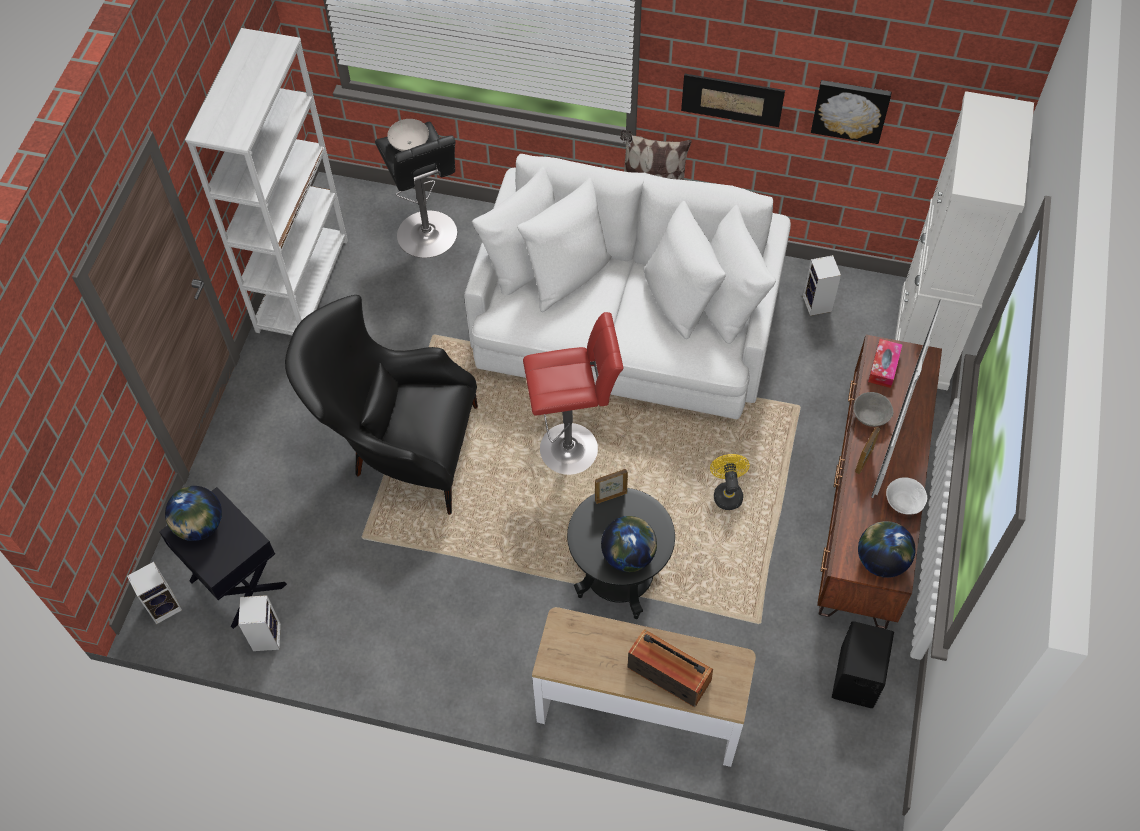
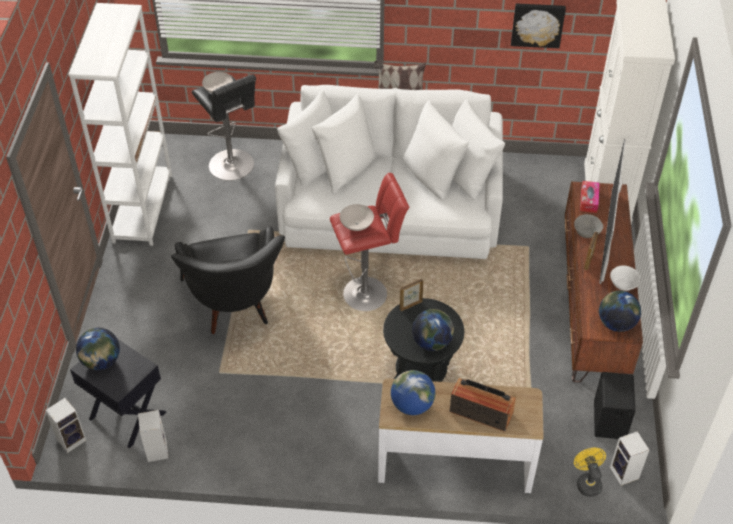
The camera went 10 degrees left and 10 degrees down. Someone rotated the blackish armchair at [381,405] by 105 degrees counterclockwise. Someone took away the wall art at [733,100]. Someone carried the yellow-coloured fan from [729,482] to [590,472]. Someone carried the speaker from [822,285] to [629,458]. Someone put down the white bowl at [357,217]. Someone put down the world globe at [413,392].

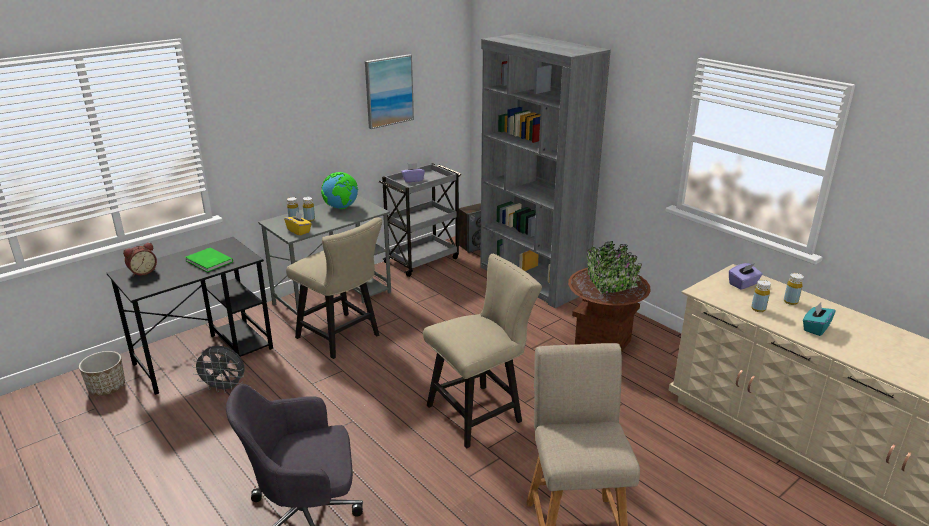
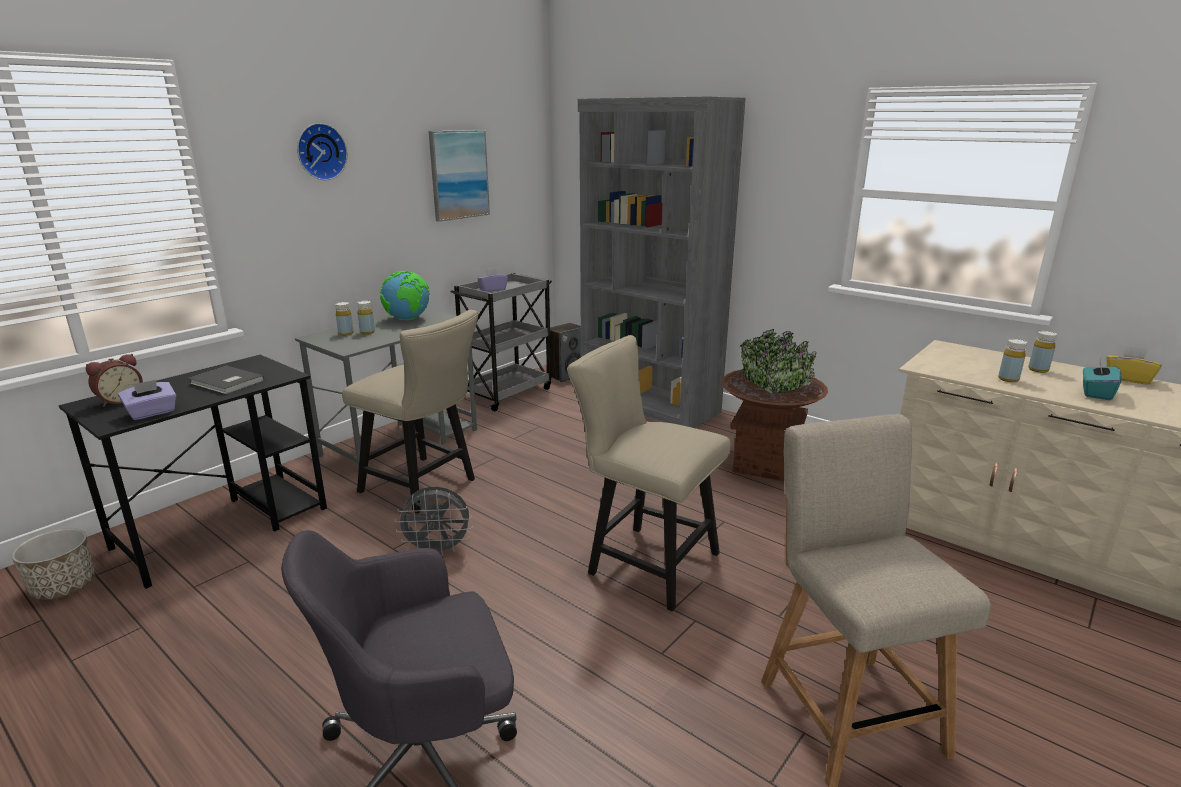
The camera went 10 degrees left and 5 degrees down. Someone repainted the greenish book at [209,260], which became the gray book at [226,380]. Someone carried the gray fan from [218,369] to [434,521]. Someone carried the yellow-coloured tissue box from [298,224] to [1134,365]. Someone rotated the beige-coloured plain chair at [482,351] by 105 degrees counterclockwise. Someone carried the purplish tissue box from [746,276] to [147,400]. Someone put up the clock on the wall at [322,151].

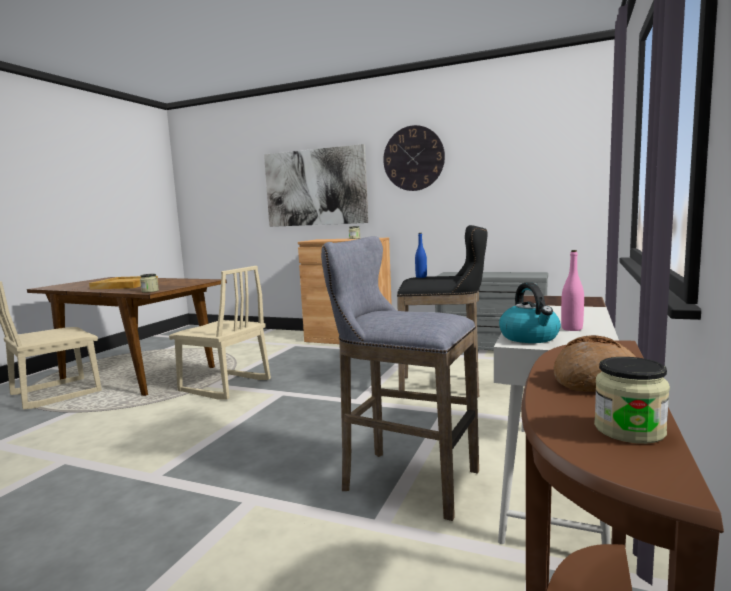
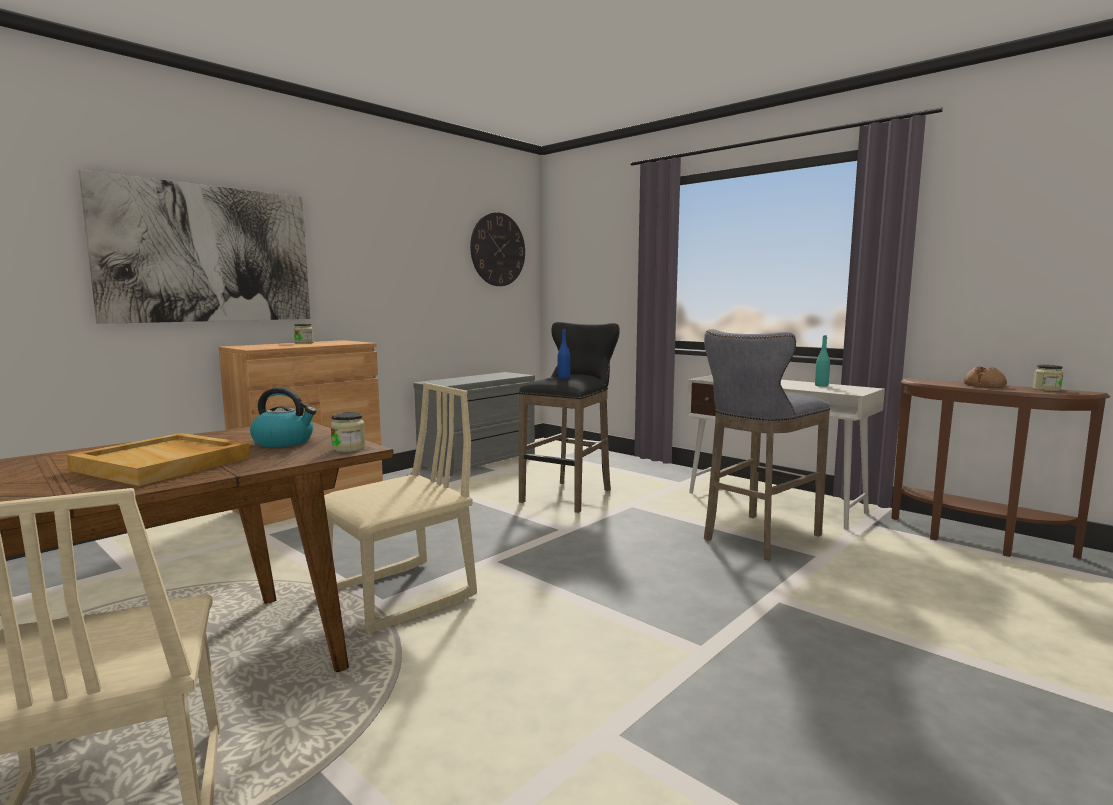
The camera went 70 degrees left and 0 degrees up. Someone carried the clock on the wall from [414,158] to [497,249]. Someone carried the kettle from [530,312] to [283,417]. Someone repainted the pinkish bottle at [572,290], which became the turquoise-coloured bottle at [822,361].

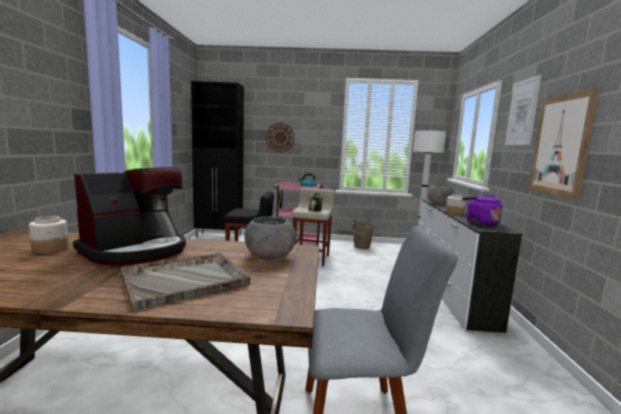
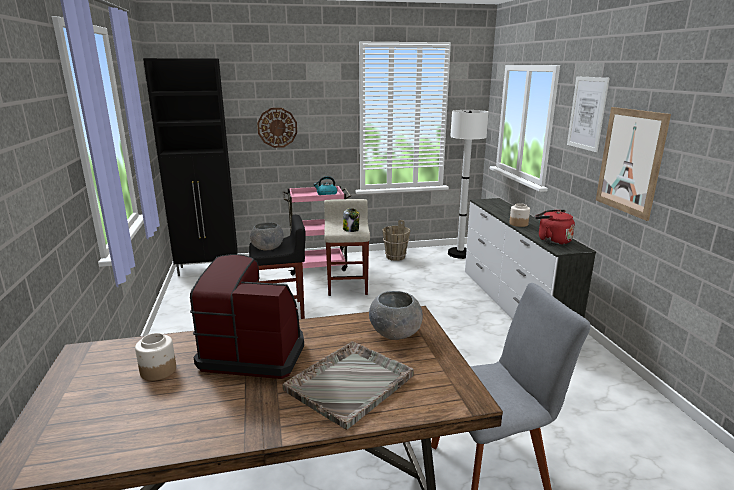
The camera went 15 degrees left and 10 degrees up. Someone rotated the coffee maker at [129,216] by 105 degrees counterclockwise. Someone carried the gray bowl from [440,195] to [267,236]. Someone repainted the purplish kettle at [482,210], which became the reddish kettle at [555,227].

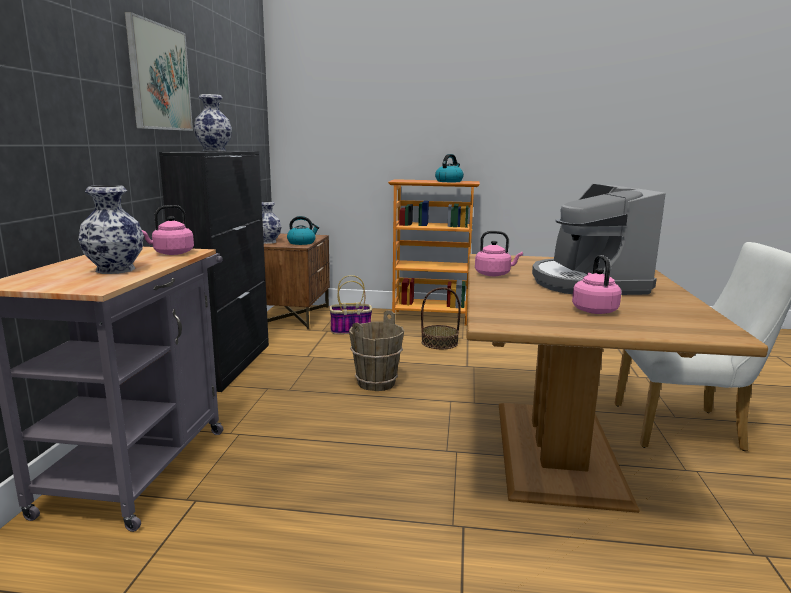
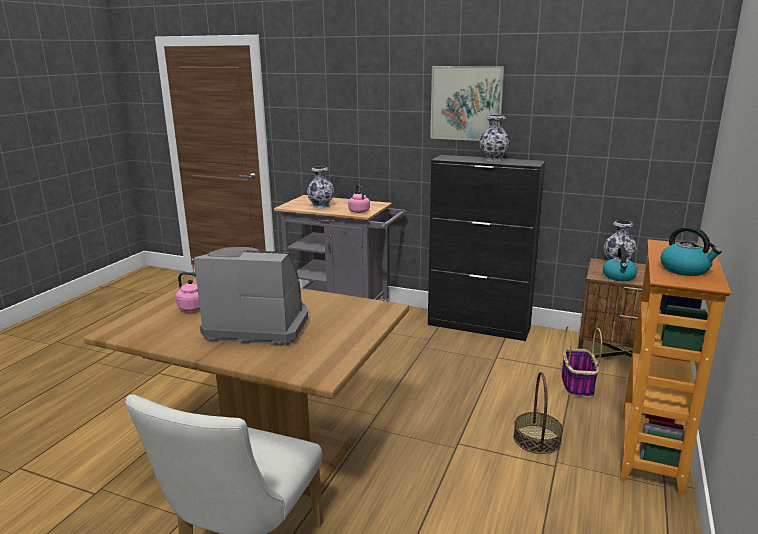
The camera went 105 degrees right and 5 degrees up. Someone took away the brownish bucket at [376,350]. Someone took away the pinkish kettle at [499,253].

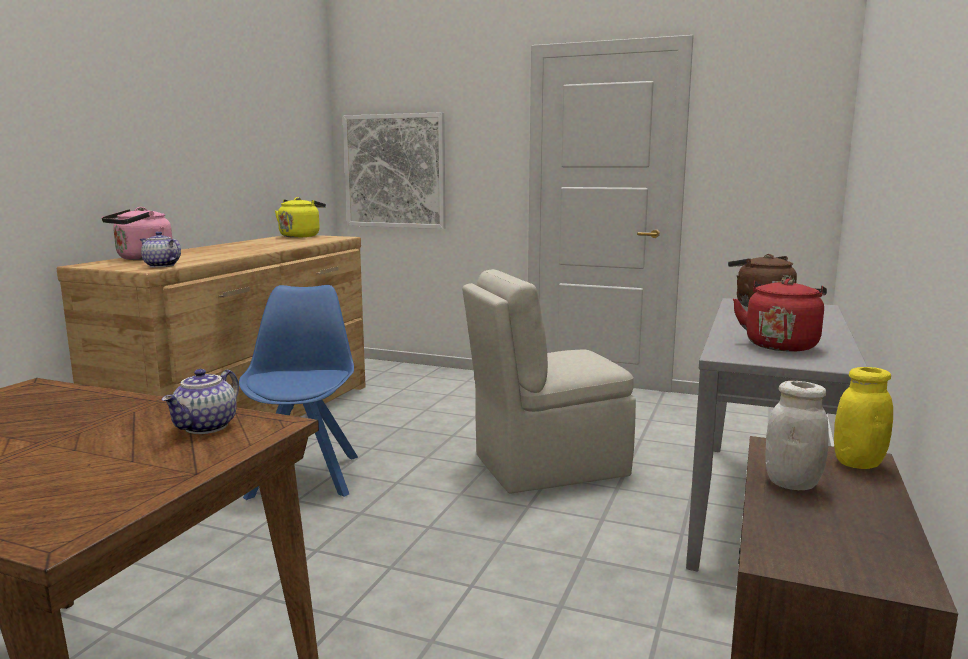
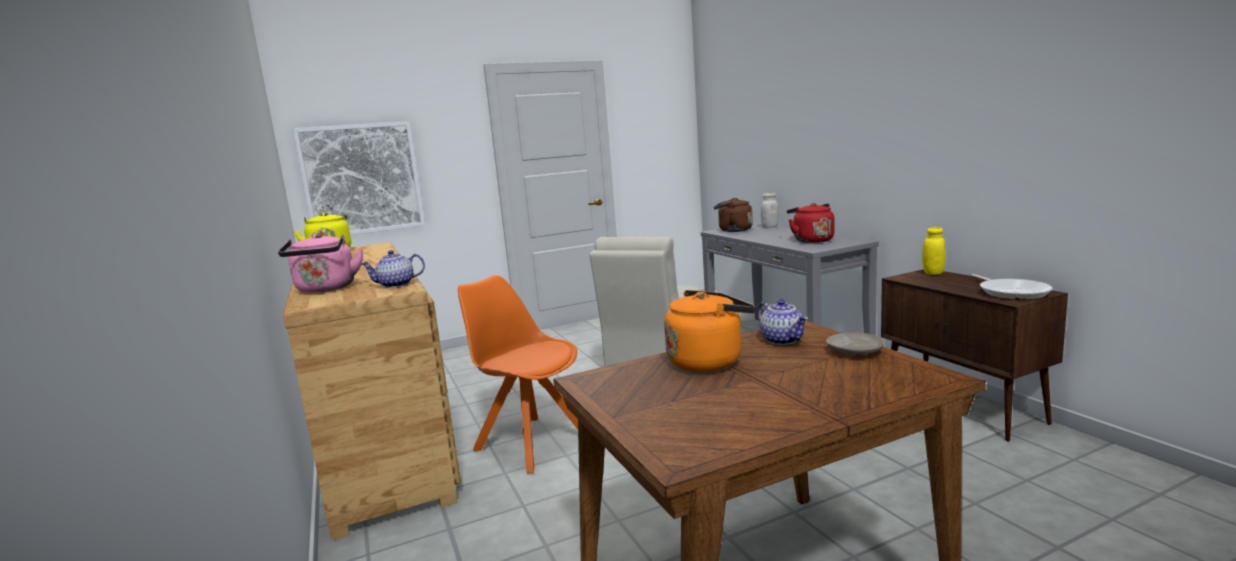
The camera went 45 degrees left and 0 degrees up. Someone repainted the blue-coloured plain chair at [298,392], which became the orange plain chair at [518,374]. Someone carried the white storage jar from [796,435] to [770,210]. Someone put down the orange kettle at [709,331]. Someone put down the beige-coloured dinner plate at [855,344]. Someone put down the pan at [1012,287].

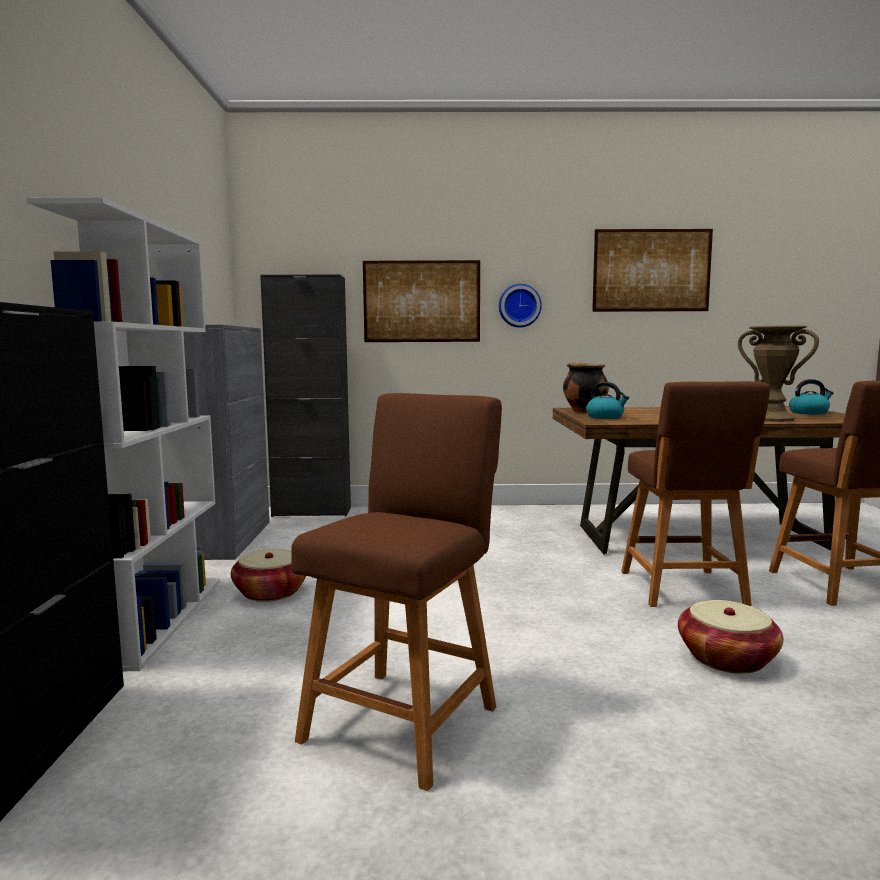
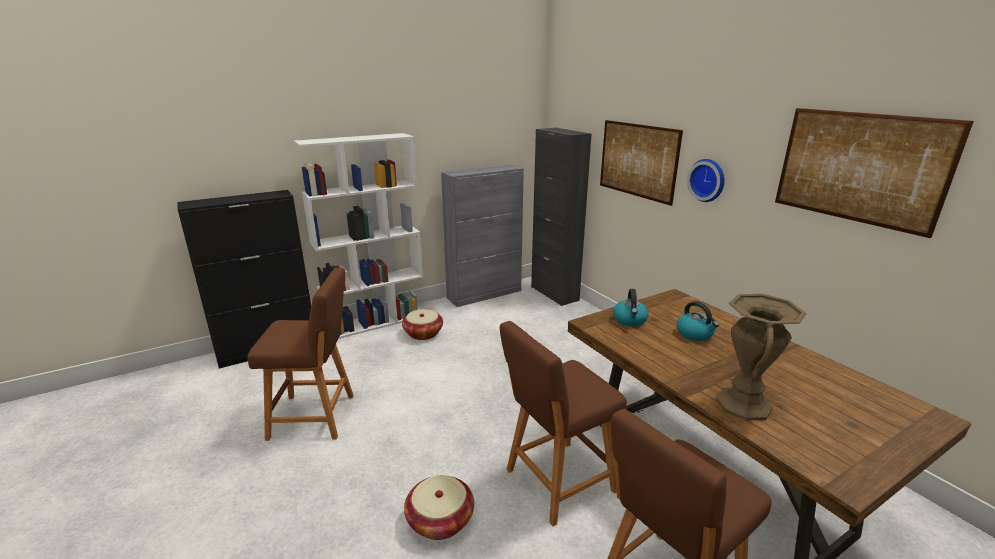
The camera went 60 degrees right and 15 degrees up. Someone took away the stockpot at [586,387]. Someone carried the kettle from [811,397] to [698,321].

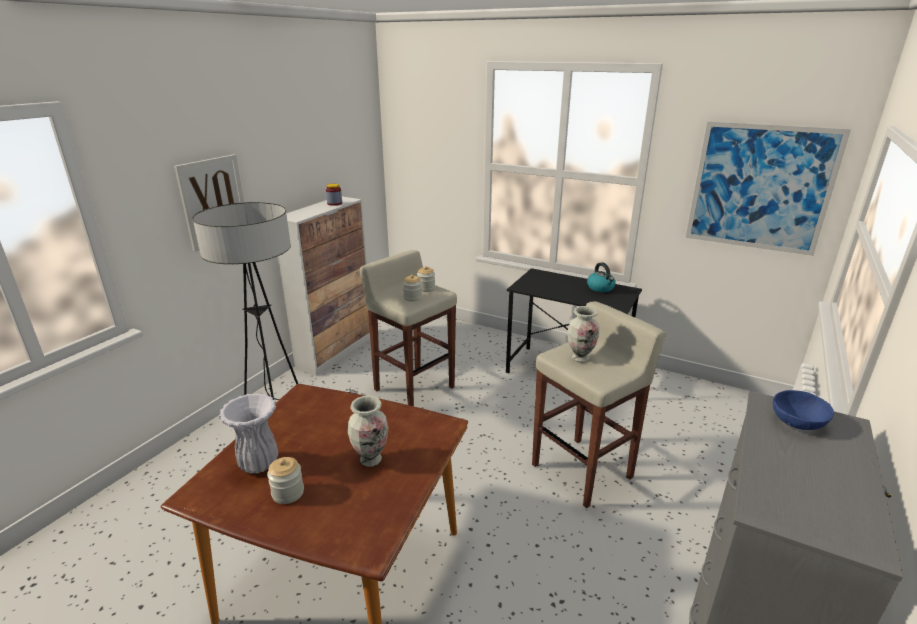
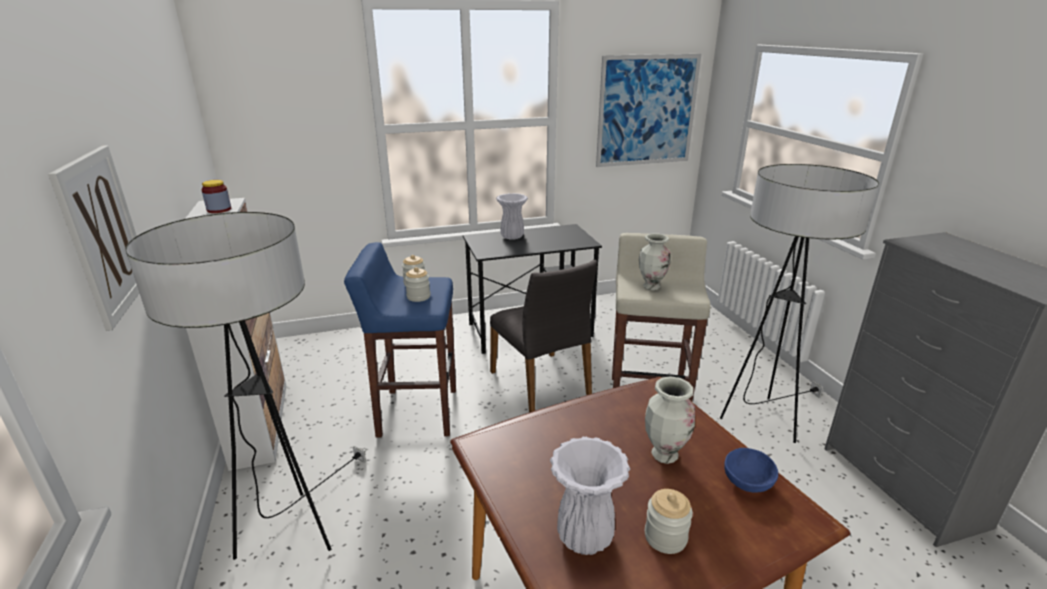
The camera went 45 degrees left and 0 degrees up. Someone repainted the beige-coloured sitting stool at [408,328], which became the blue-coloured sitting stool at [400,339]. Someone took away the kettle at [601,277]. Someone carried the blue-coloured bowl from [803,410] to [751,470]. Someone put down the gray plain chair at [543,336]. Someone put down the white flower vase at [512,216]. Someone put down the standing lamp at [799,303].

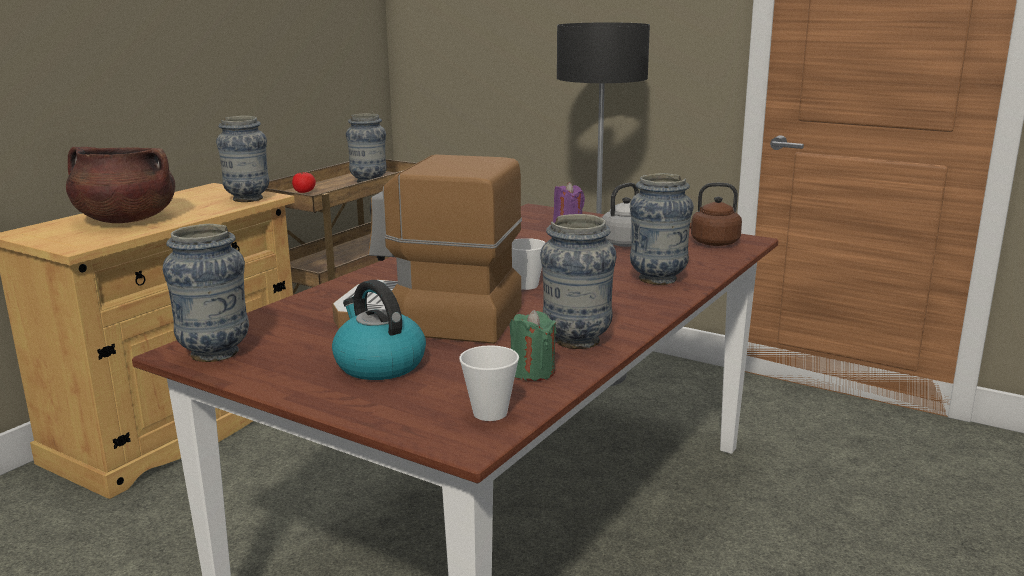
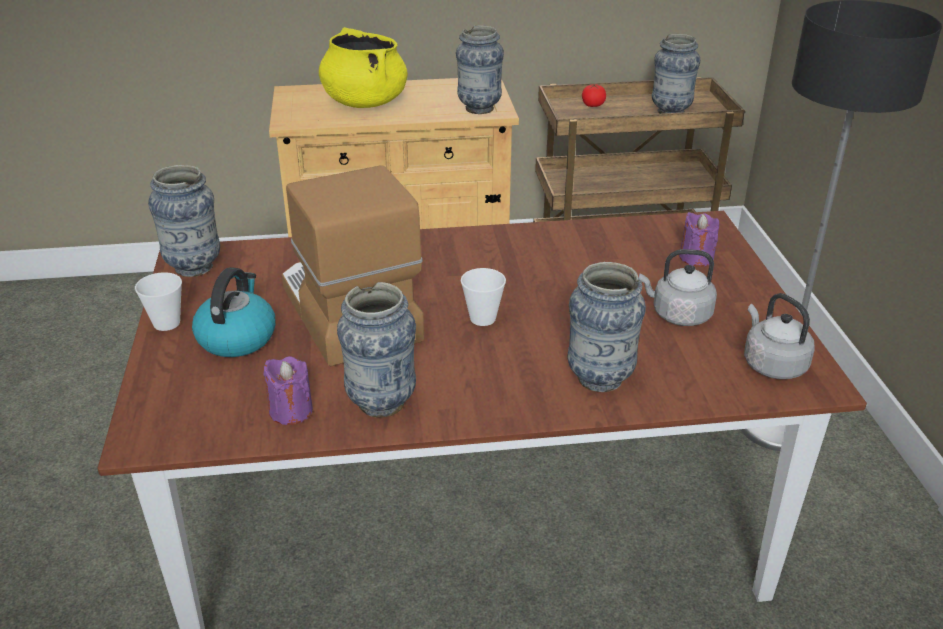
The camera went 50 degrees right and 15 degrees up. Someone repainted the brownish stockpot at [120,185], which became the yellow-coloured stockpot at [363,67]. Someone carried the drinking cup from [489,383] to [158,301]. Someone repainted the greenish wax light at [533,345], which became the purplish wax light at [288,390]. Someone repainted the brownish kettle at [716,214], which became the gray kettle at [779,336].

